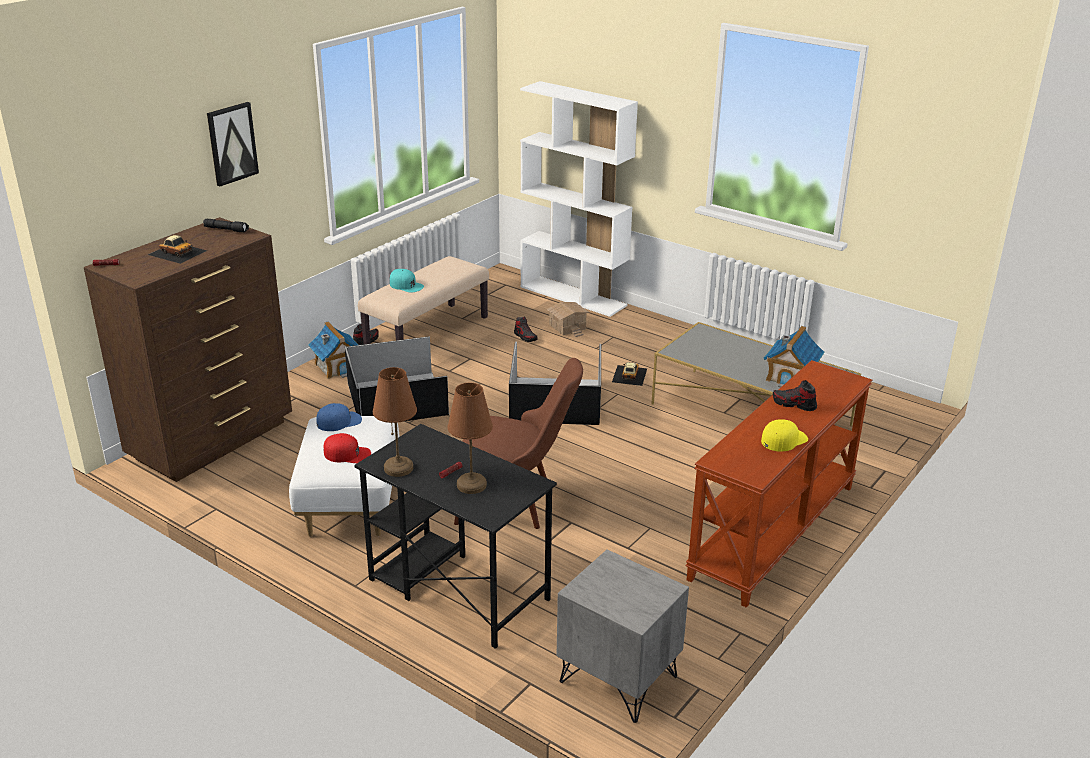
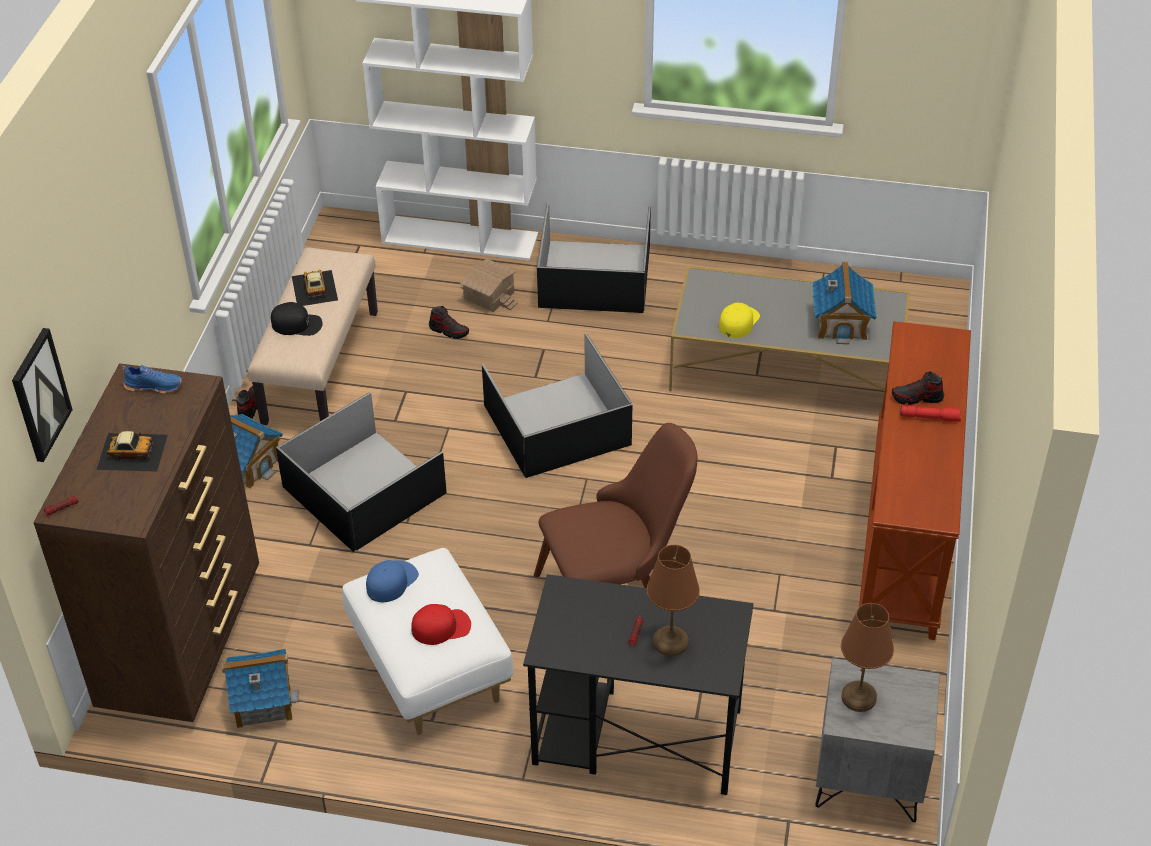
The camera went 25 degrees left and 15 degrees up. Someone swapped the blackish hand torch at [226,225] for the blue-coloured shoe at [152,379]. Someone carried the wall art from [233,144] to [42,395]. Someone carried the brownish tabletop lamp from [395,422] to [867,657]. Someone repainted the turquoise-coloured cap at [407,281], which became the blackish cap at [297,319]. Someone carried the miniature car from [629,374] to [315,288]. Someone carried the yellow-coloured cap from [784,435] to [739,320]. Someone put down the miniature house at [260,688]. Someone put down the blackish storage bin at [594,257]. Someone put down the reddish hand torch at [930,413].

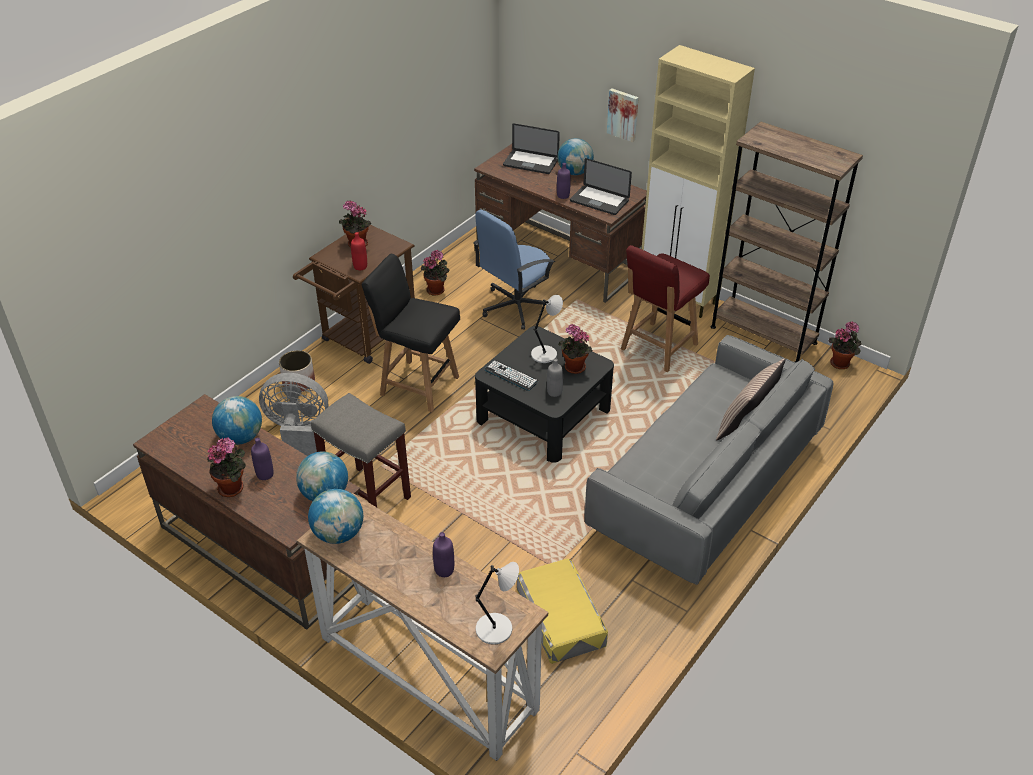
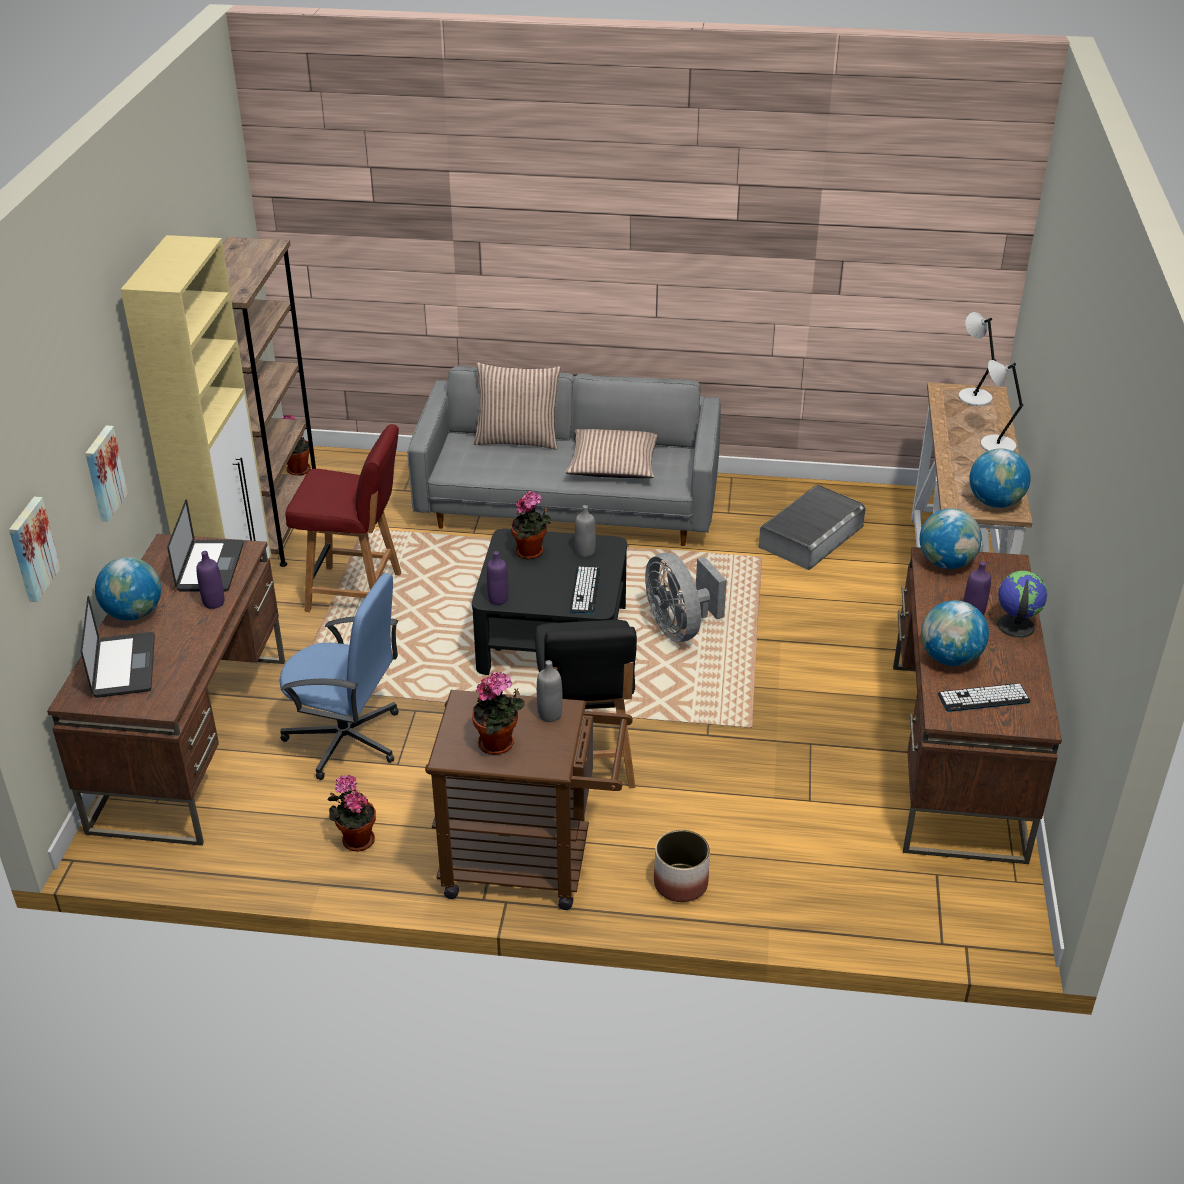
The camera went 120 degrees left and 5 degrees down. Someone swapped the houseplant at [226,467] for the world globe at [1022,604]. Someone carried the gray fan from [293,414] to [686,597]. Someone took away the gray sitting stool at [361,450]. Someone repainted the reddish bottle at [359,251], which became the gray bottle at [550,691]. Someone carried the purplish bottle from [443,554] to [498,578]. Someone repainted the yellow-coloured storage bin at [562,611], which became the gray storage bin at [812,527]. Someone carried the gray tabletop lamp from [547,329] to [1002,405]. Someone put up the wall art at [35,549]. Someone put down the throw pillow at [611,453]. Someone put down the computer keyboard at [984,697].

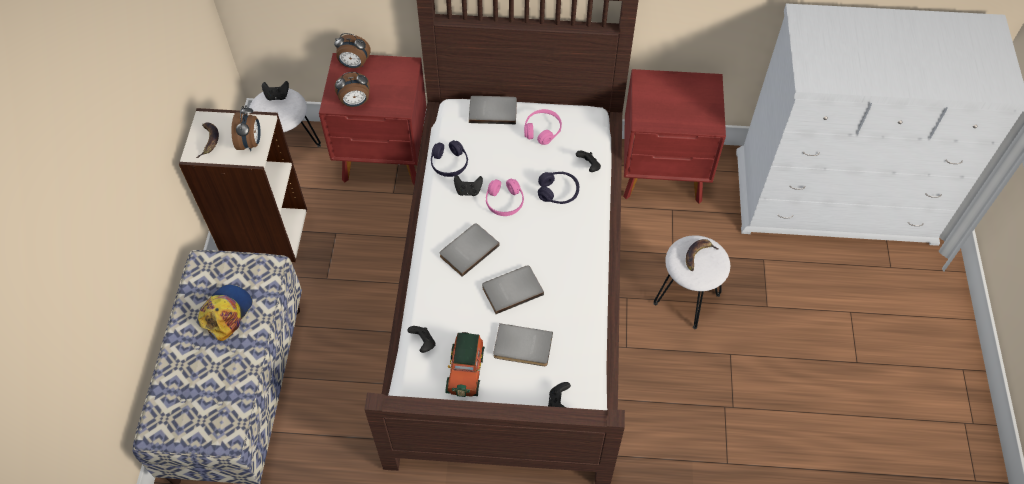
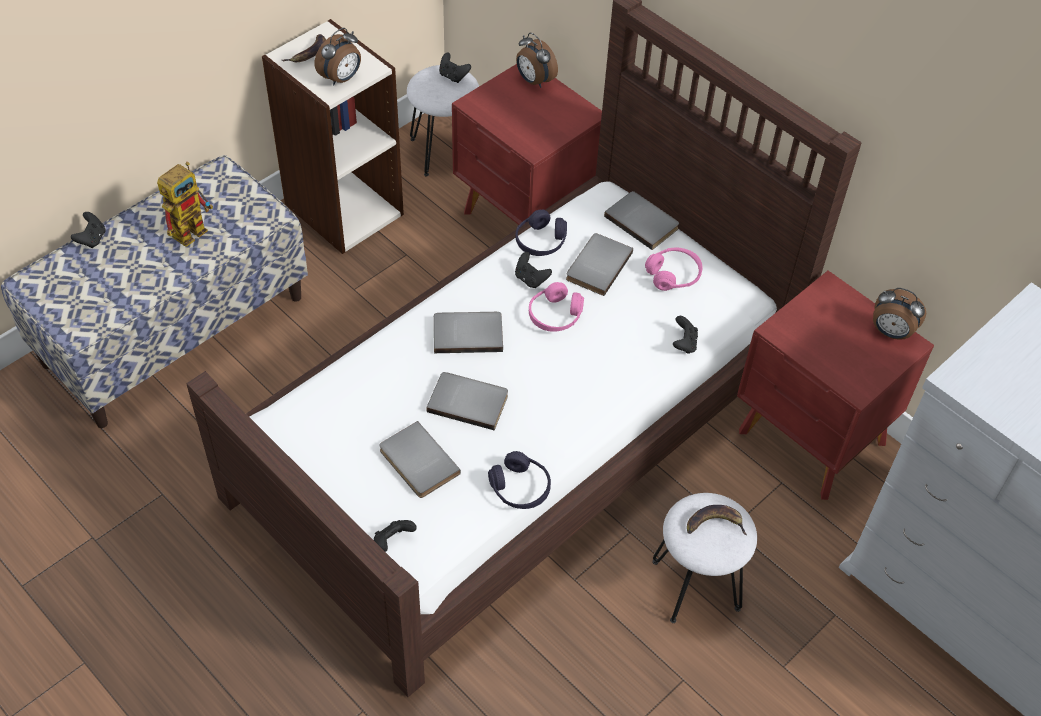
The camera went 40 degrees right and 5 degrees down. Someone swapped the cap at [225,313] for the model robot at [185,204]. Someone carried the bedside clock from [352,89] to [899,314]. Someone carried the blackish joypad from [421,339] to [88,230]. Someone took away the miniature car at [465,364]. Someone carried the purplish headset from [558,187] to [519,480]. Someone put down the gray book at [599,264].

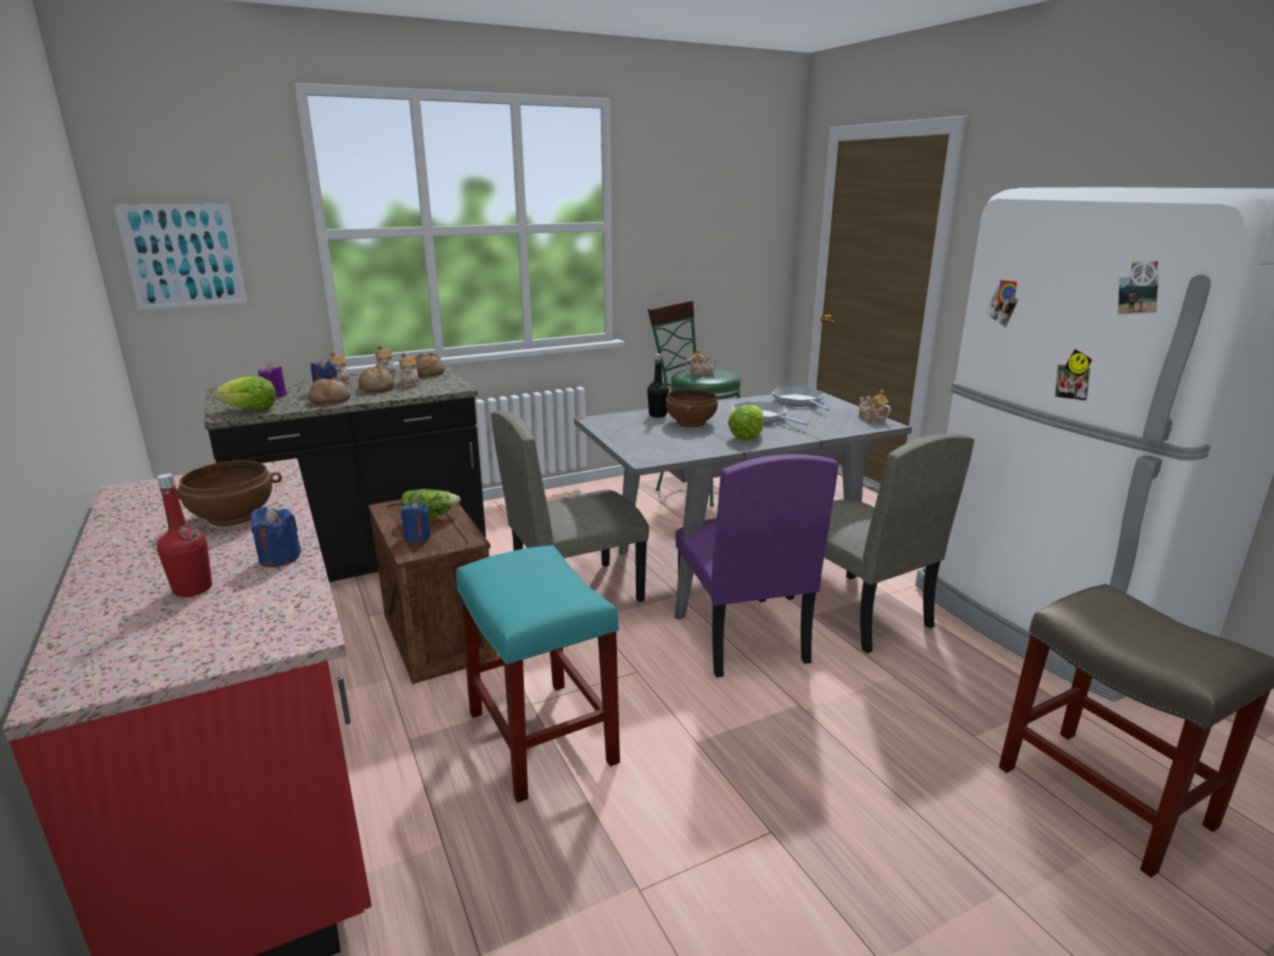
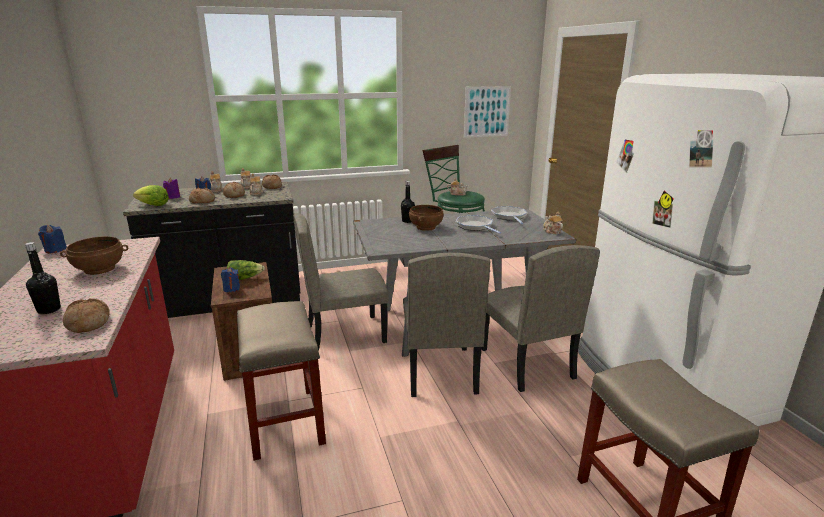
The camera went 10 degrees right and 0 degrees up. Someone carried the wall art from [180,257] to [487,112]. Someone repainted the reddish bottle at [184,535], which became the blackish bottle at [43,278]. Someone carried the blue-coloured wax light from [276,537] to [52,239]. Someone repainted the turquoise-coloured sitting stool at [538,674], which became the beige-coloured sitting stool at [281,381]. Someone repainted the purplish plain chair at [756,565], which became the beige-coloured plain chair at [446,325]. Someone took away the head of lettuce at [746,422]. Someone put down the bakery bread at [86,315].

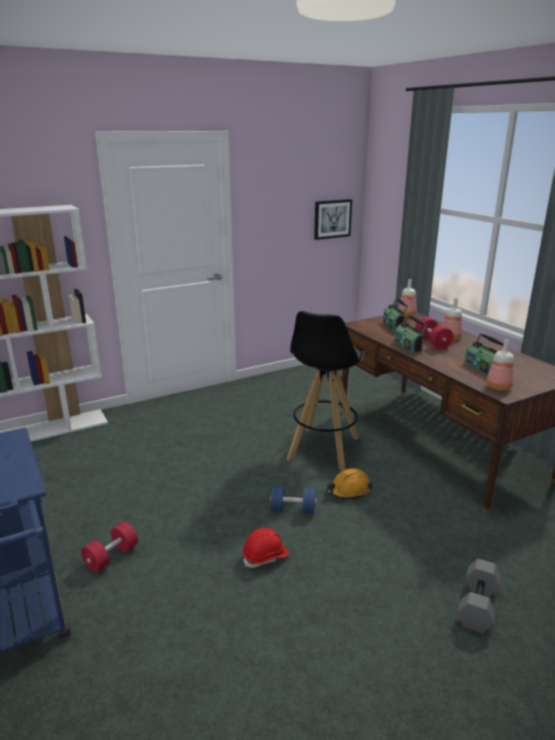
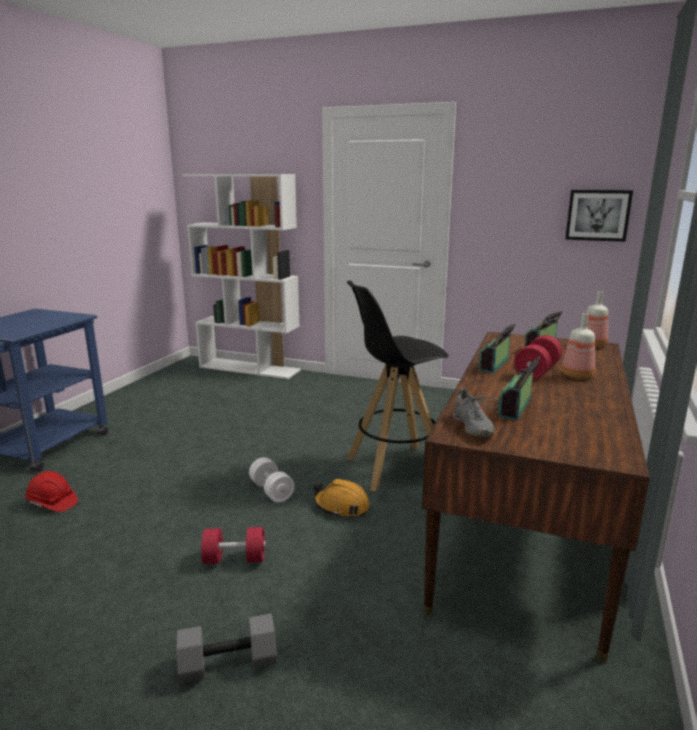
The camera went 50 degrees right and 5 degrees down. Someone carried the reddish hand weight from [109,547] to [233,545]. Someone carried the reddish work helmet from [266,548] to [51,491]. Someone repainted the blue-coloured hand weight at [293,500], which became the white hand weight at [272,480]. Someone swapped the bottle at [500,365] for the gray shoe at [471,412].

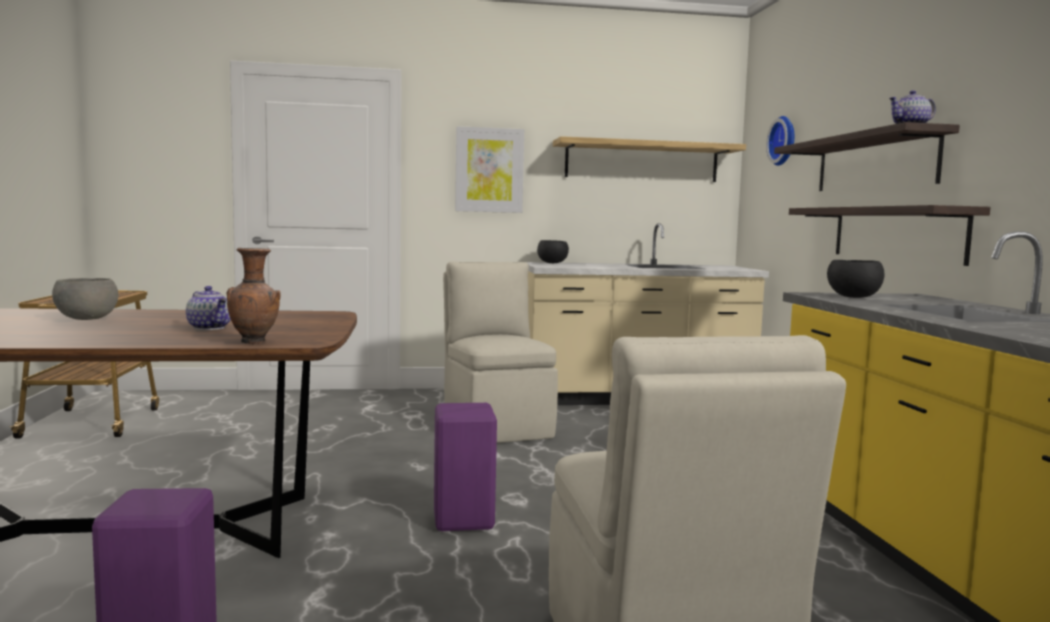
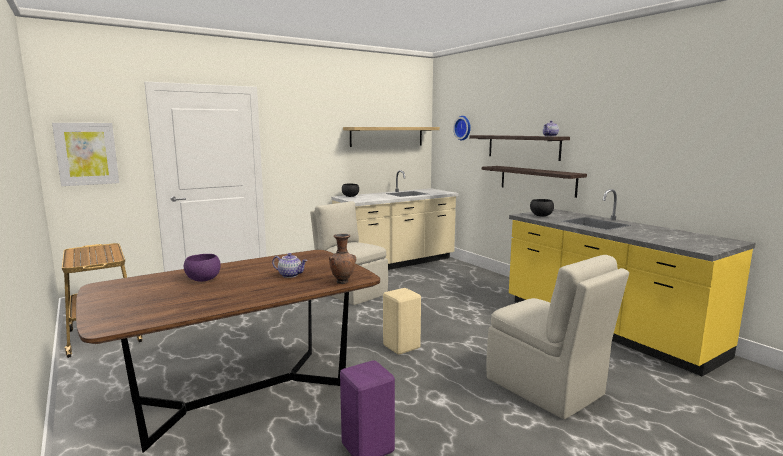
The camera went 25 degrees left and 5 degrees up. Someone repainted the gray bowl at [85,299], which became the purplish bowl at [202,268]. Someone repainted the purplish sitting stool at [465,467], which became the beige-coloured sitting stool at [402,321]. Someone carried the wall art from [489,169] to [85,154].

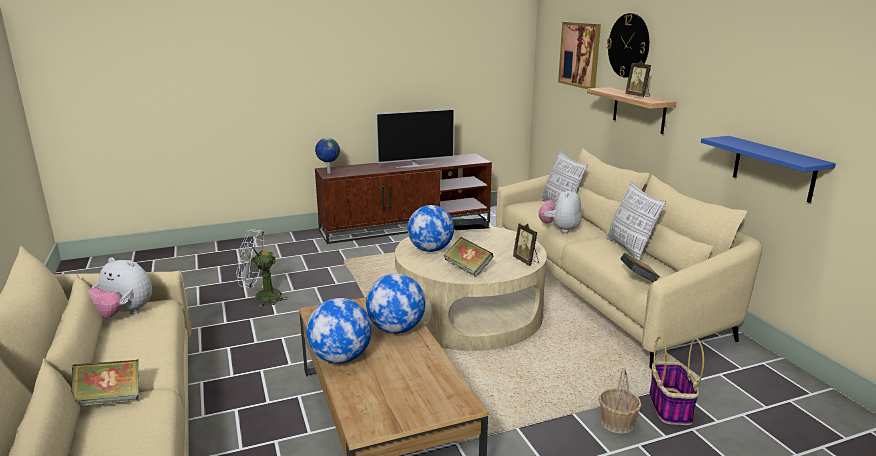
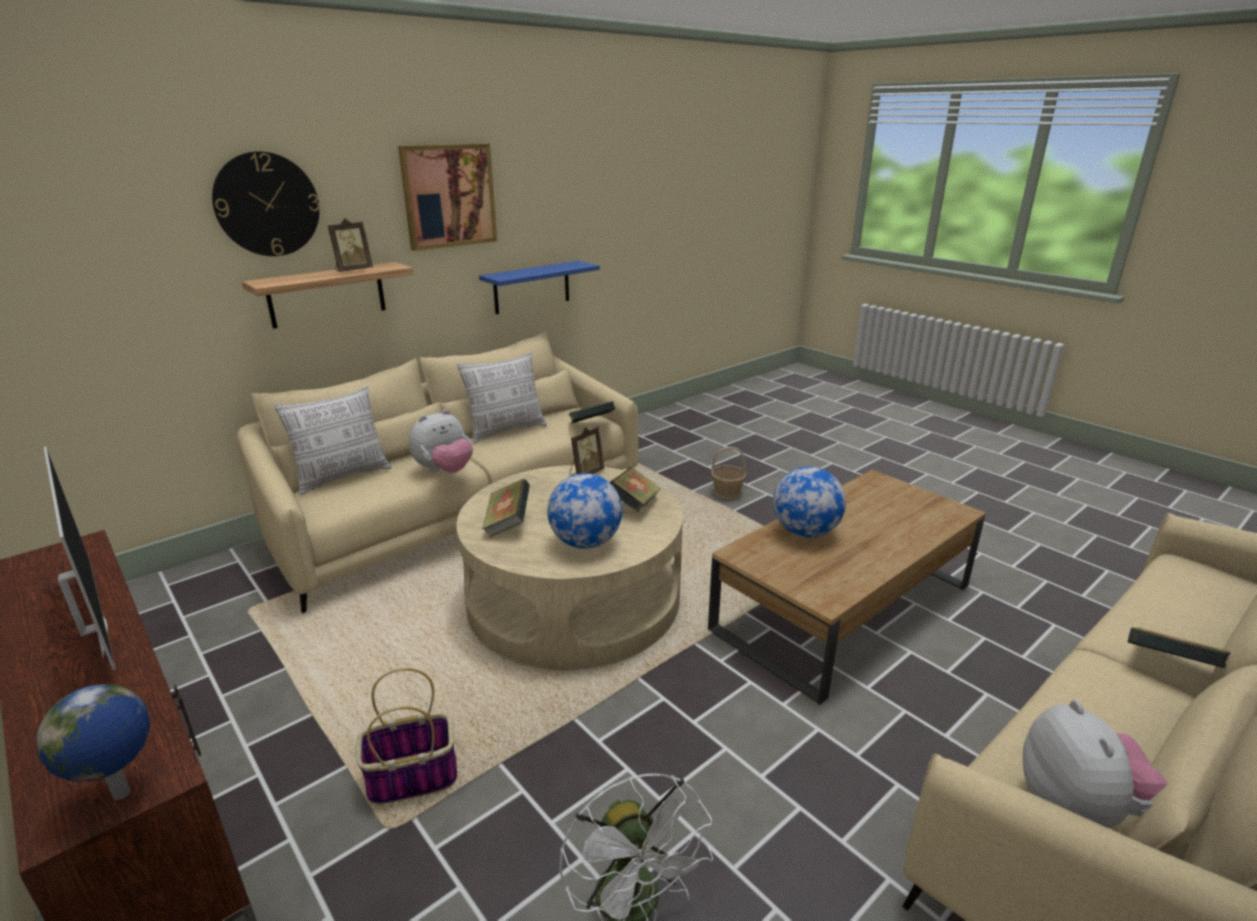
The camera went 110 degrees left and 5 degrees up. Someone took away the world globe at [339,331]. Someone rotated the plush toy at [560,210] by 45 degrees counterclockwise. Someone carried the wall art from [579,55] to [447,197]. Someone carried the household basket from [676,380] to [406,736].

